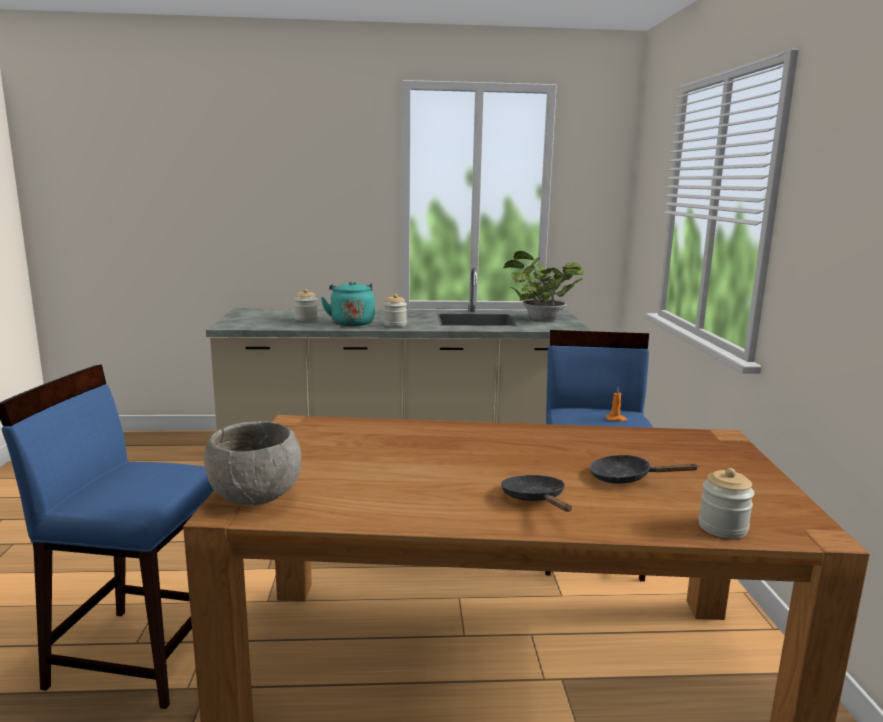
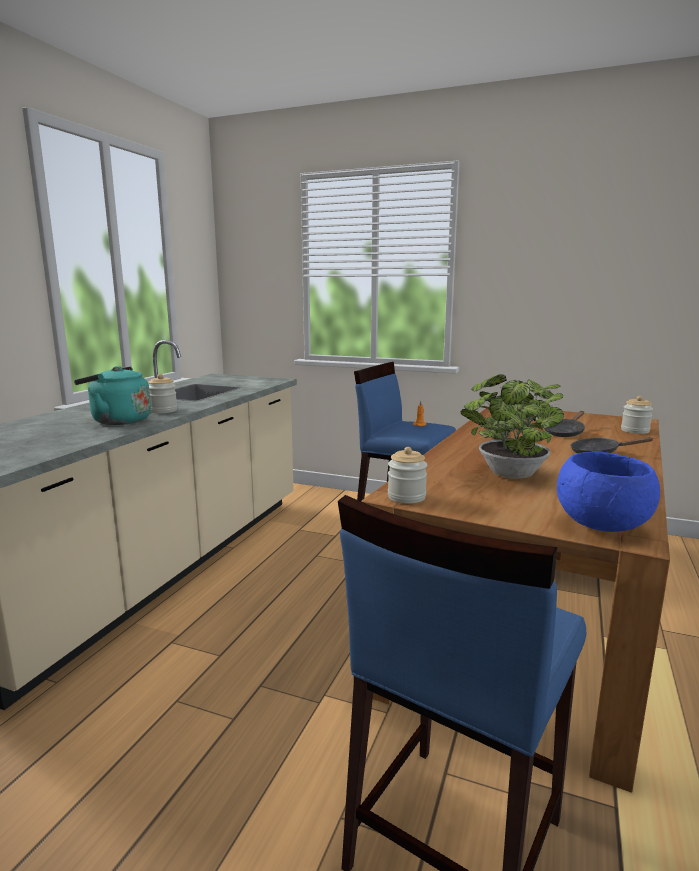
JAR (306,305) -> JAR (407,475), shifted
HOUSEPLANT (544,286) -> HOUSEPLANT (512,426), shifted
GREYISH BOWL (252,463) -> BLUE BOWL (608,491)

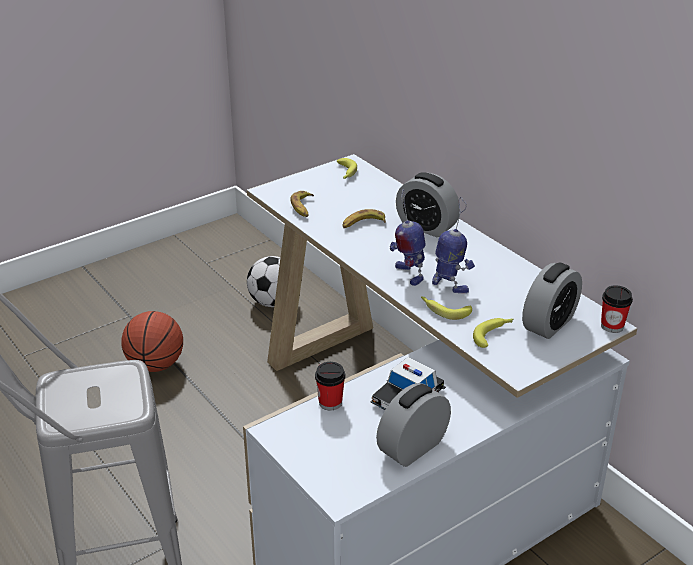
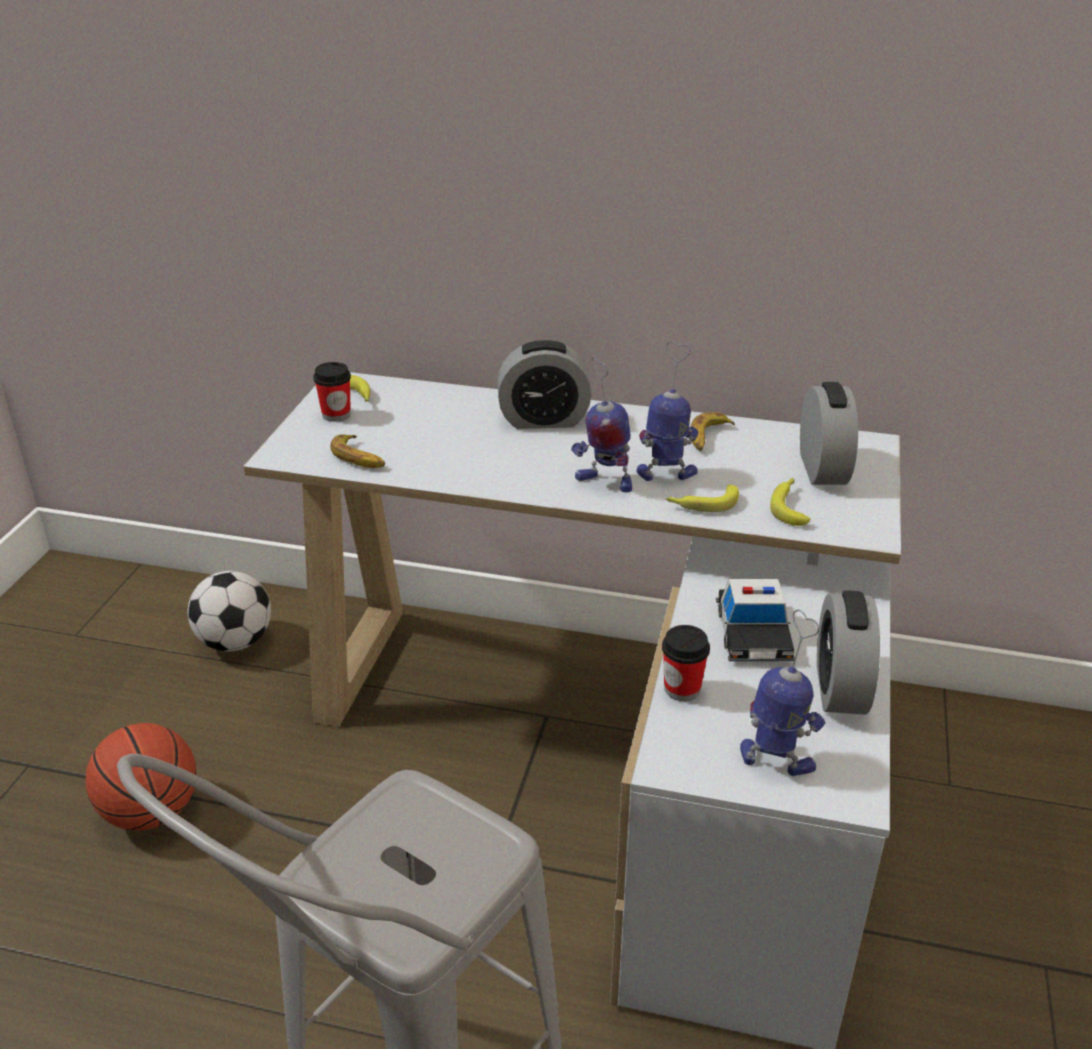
none -> TOY ROBOT (782,692)
WHOLE BANANA (364,218) -> WHOLE BANANA (713,431), shifted
DRINKING CUP (617,309) -> DRINKING CUP (332,392), shifted

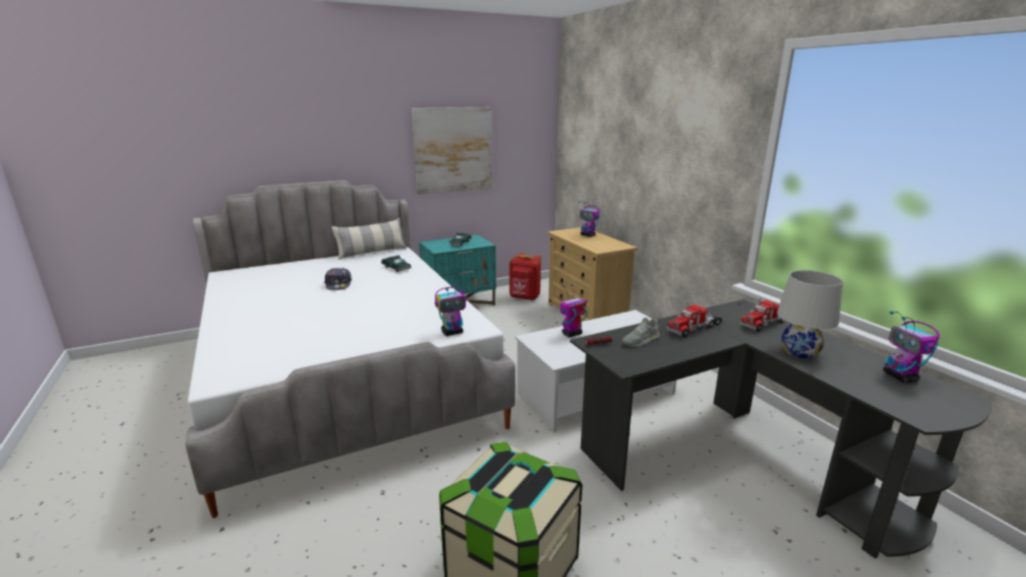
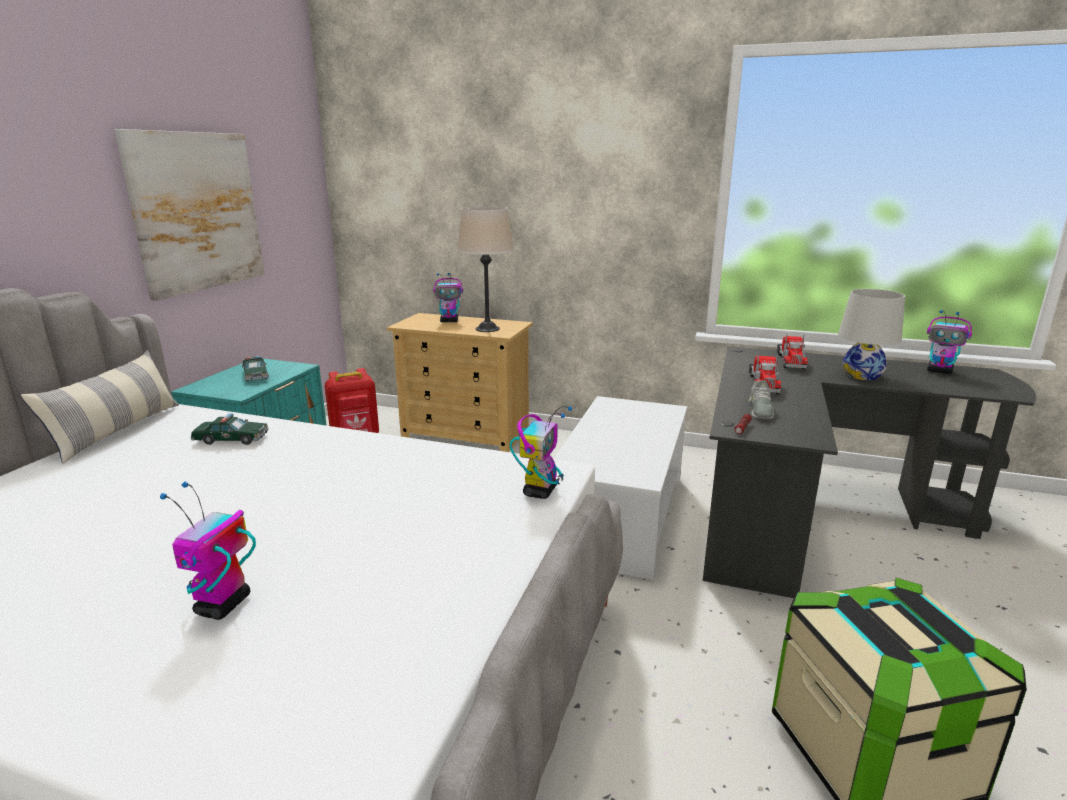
CAP (338,279) -> none
none -> BEIGE-COLOURED LAMP FOR A TABLE (485,269)
TOY ROBOT (574,310) -> TOY ROBOT (208,551), shifted

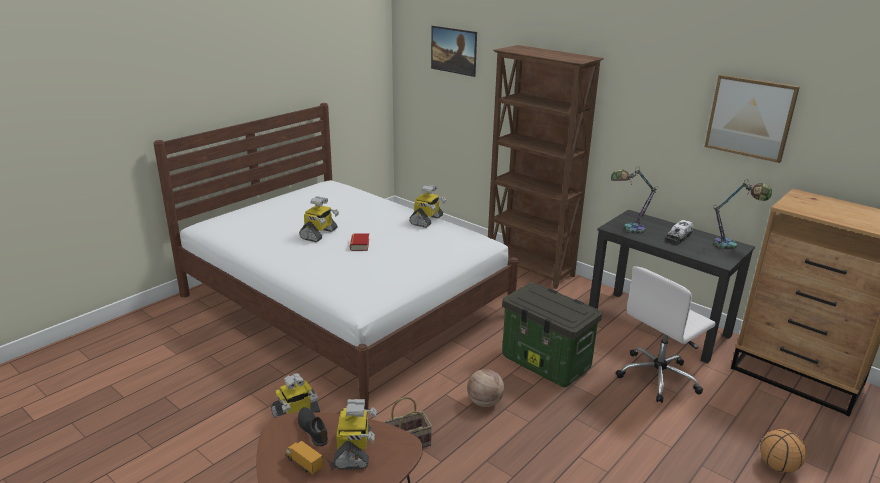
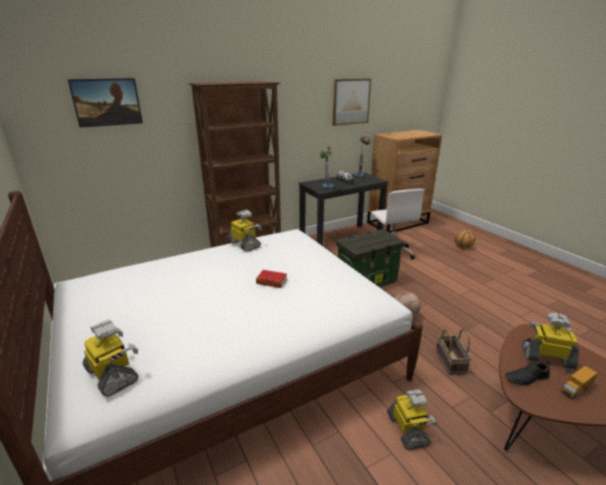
TOY ROBOT (319,219) -> TOY ROBOT (111,357), shifted

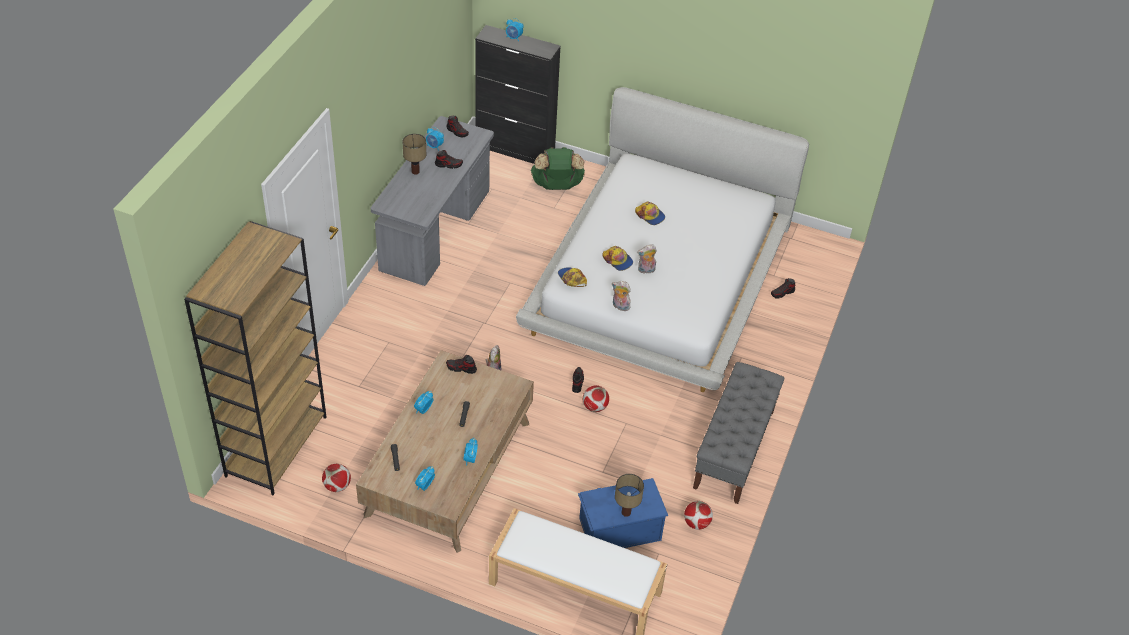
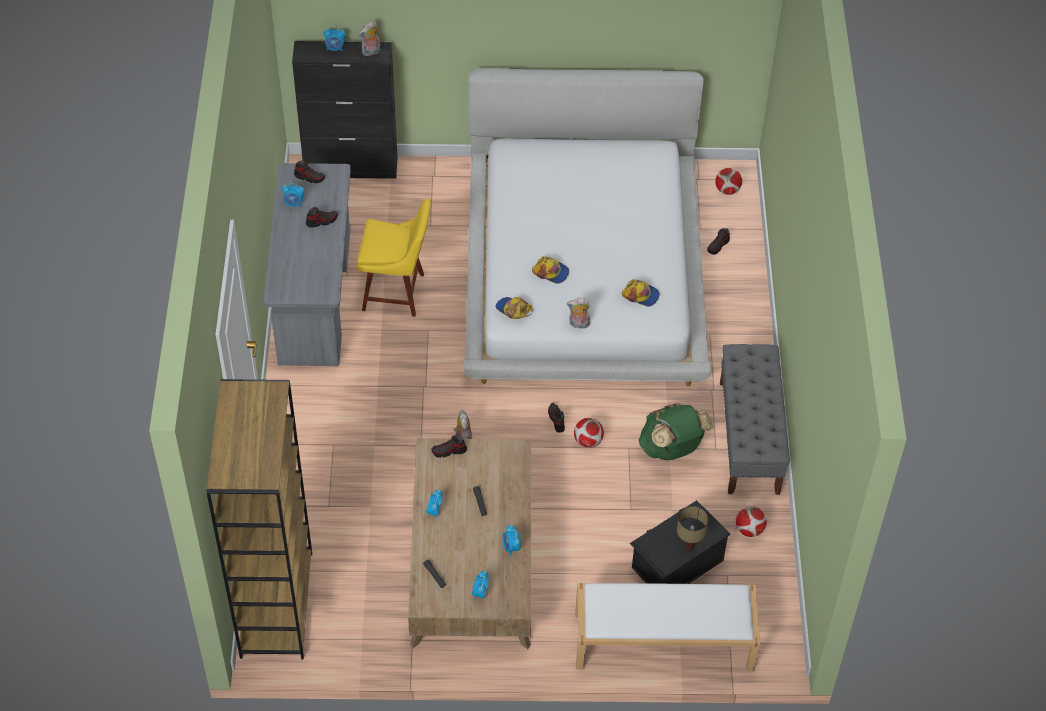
LAMP FOR A TABLE (414,154) -> none
none -> YELLOW CHAIR (393,258)
BALL FOR FOOTBALL (336,478) -> BALL FOR FOOTBALL (728,181), shifted
GREEN RUCKSACK (558,168) -> GREEN RUCKSACK (676,431), shifted
CAP (650,213) -> CAP (641,293), shifted
PLUSH TOY (647,259) -> PLUSH TOY (369,38), shifted
BLUE STORAGE BIN (623,513) -> BLACK STORAGE BIN (680,542)

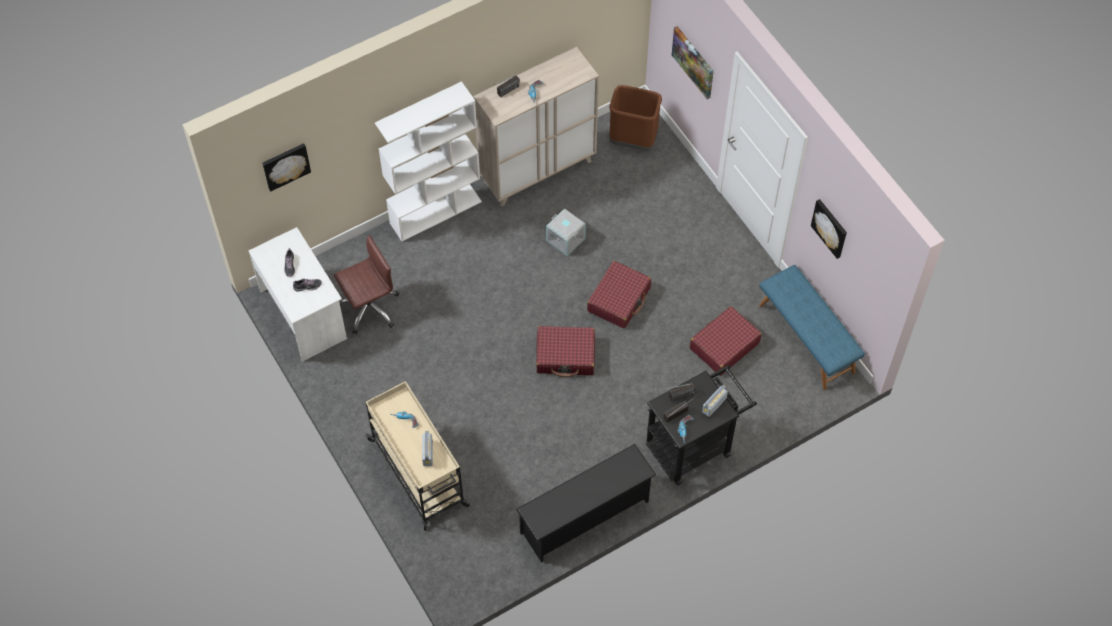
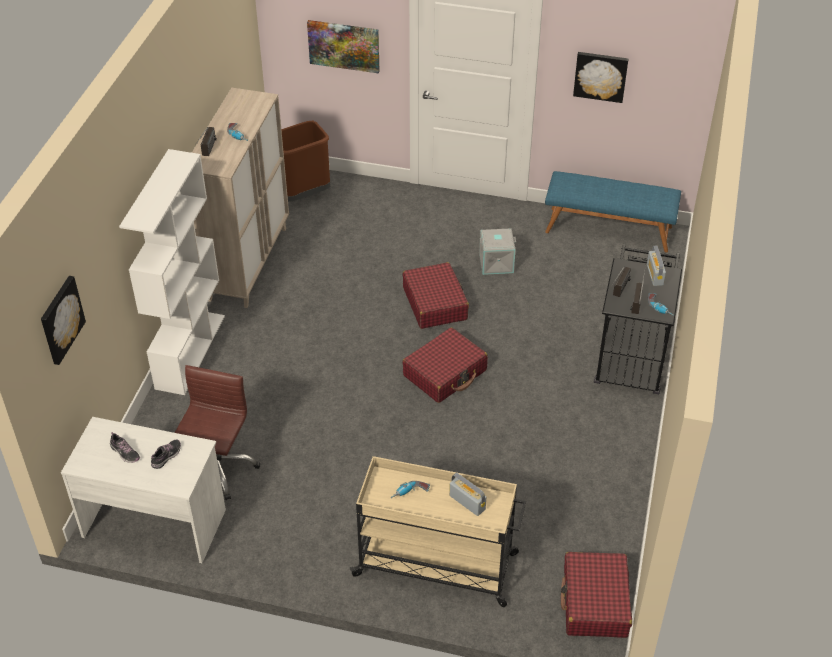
BLACK SHOE SHELF (586,503) -> none
GREYISH STORAGE BIN (566,232) -> GREYISH STORAGE BIN (497,251), shifted
RED PIECE OF LUGGAGE (726,341) -> RED PIECE OF LUGGAGE (596,595), shifted

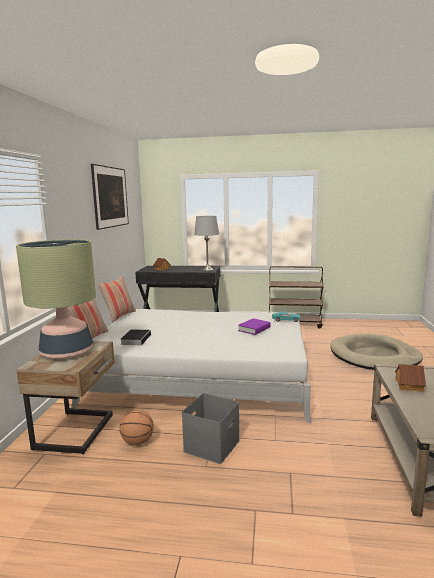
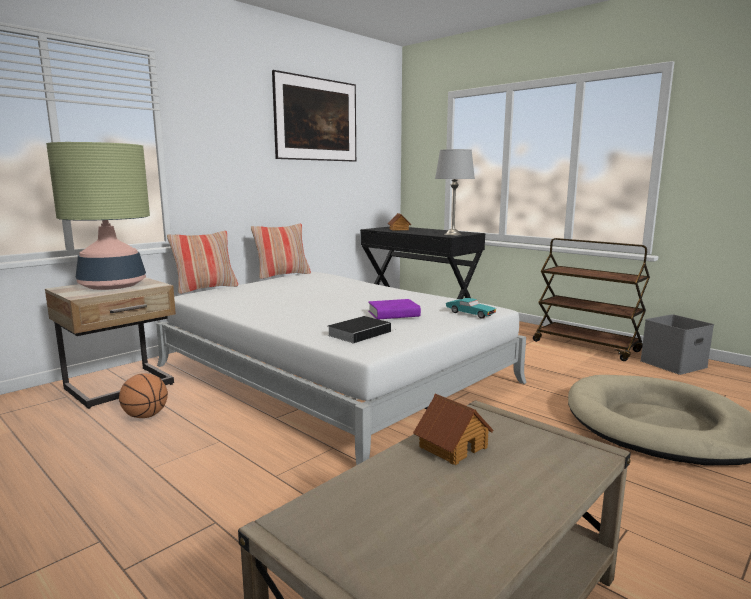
VOLUME (136,337) -> VOLUME (359,329), shifted
GREYISH STORAGE BIN (211,428) -> GREYISH STORAGE BIN (677,344), shifted

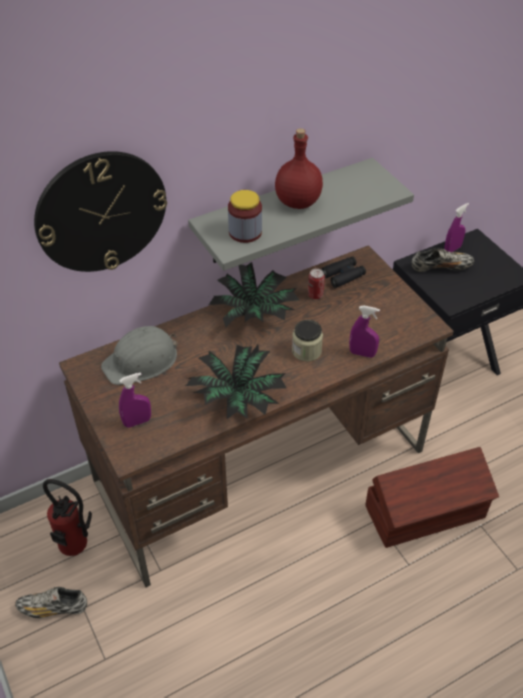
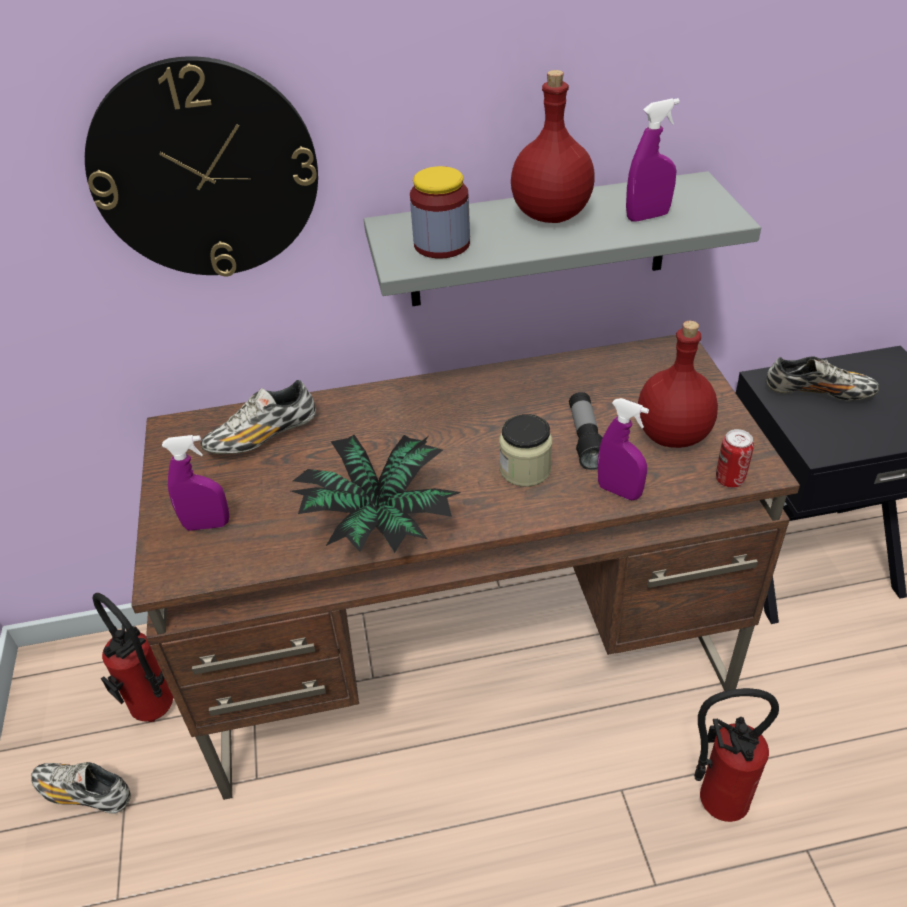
HOUSEPLANT (254,294) -> none
BLACK FIELD GLASSES (343,272) -> none
none -> HAND TORCH (586,431)
none -> RED BEVERAGE BOTTLE (678,384)
CAN (316,283) -> CAN (735,458), shifted
PURPLE HAND SPRAYER (456,227) -> PURPLE HAND SPRAYER (653,160), shifted
GREYISH SAFETY HELMET (139,355) -> ITEM OF FOOTWEAR (258,417)
BROWN-COLOURED STORAGE BIN (432,497) -> FIRE-FIGHTING CYLINDER (736,755)

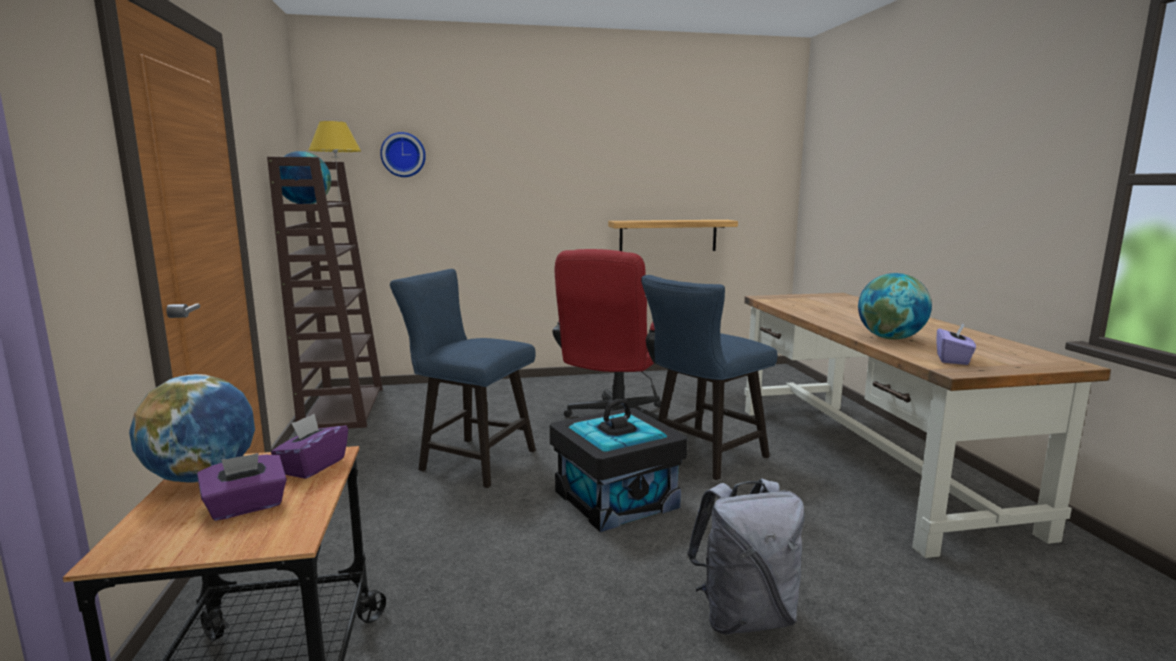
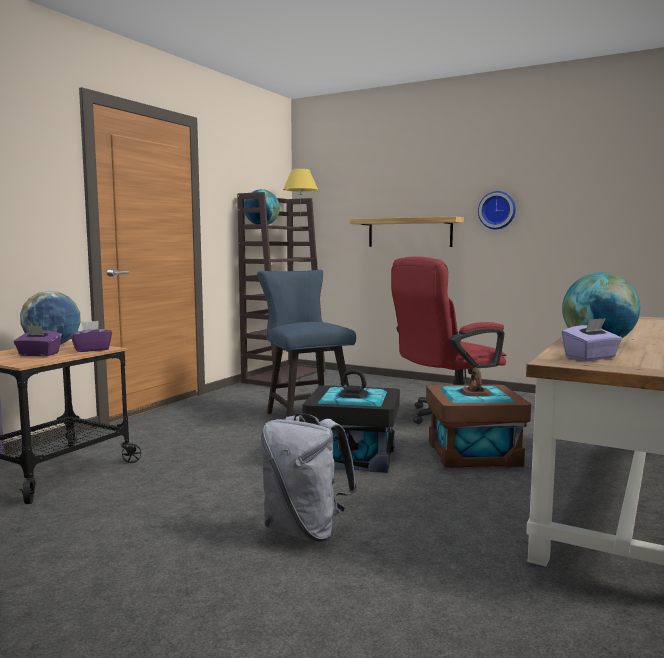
HANGING CLOCK (403,154) -> HANGING CLOCK (497,210), shifted
SHELF (673,235) -> SHELF (407,232), shifted
BLUE CHAIR (709,377) -> BROWN-COLOURED STORAGE BIN (478,417)

